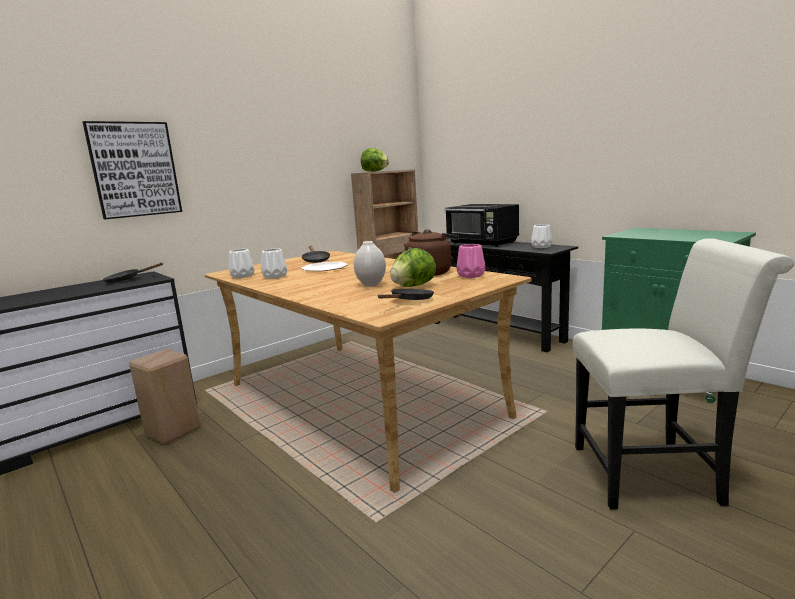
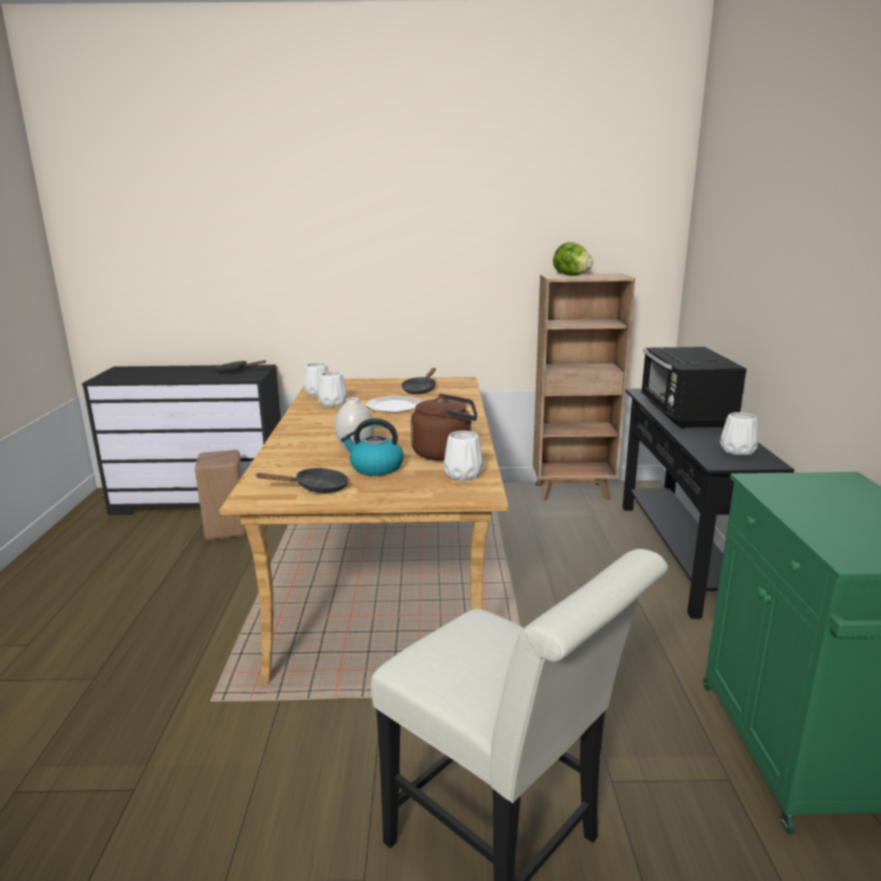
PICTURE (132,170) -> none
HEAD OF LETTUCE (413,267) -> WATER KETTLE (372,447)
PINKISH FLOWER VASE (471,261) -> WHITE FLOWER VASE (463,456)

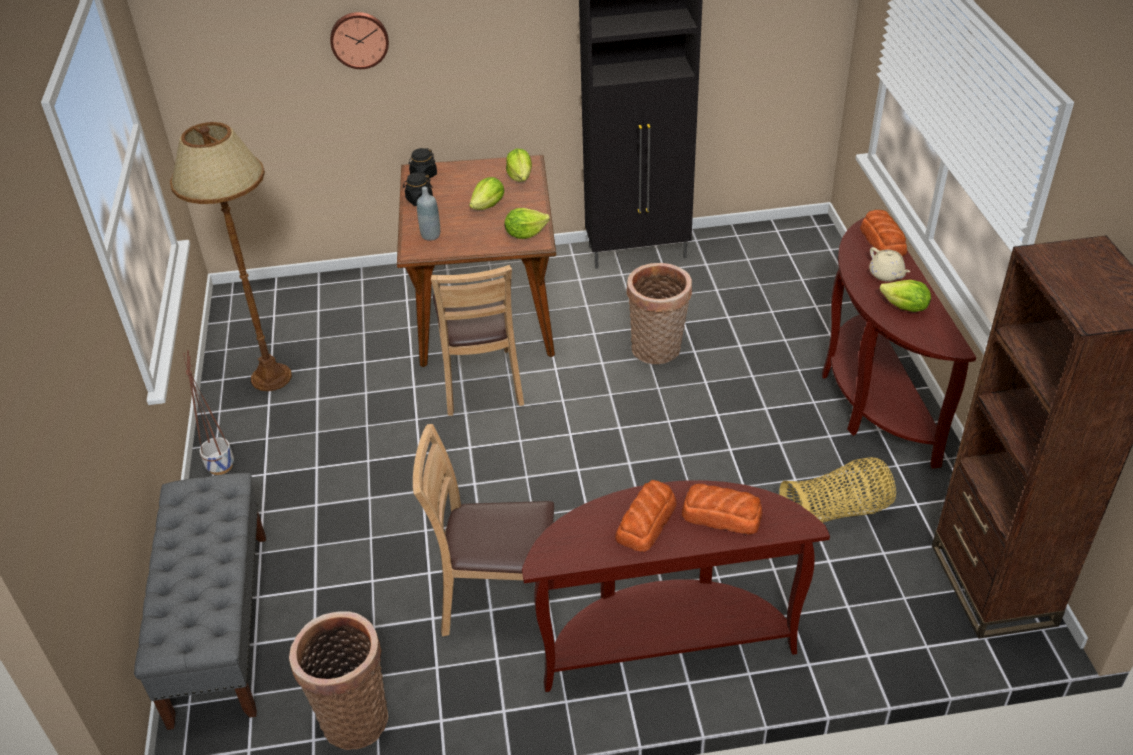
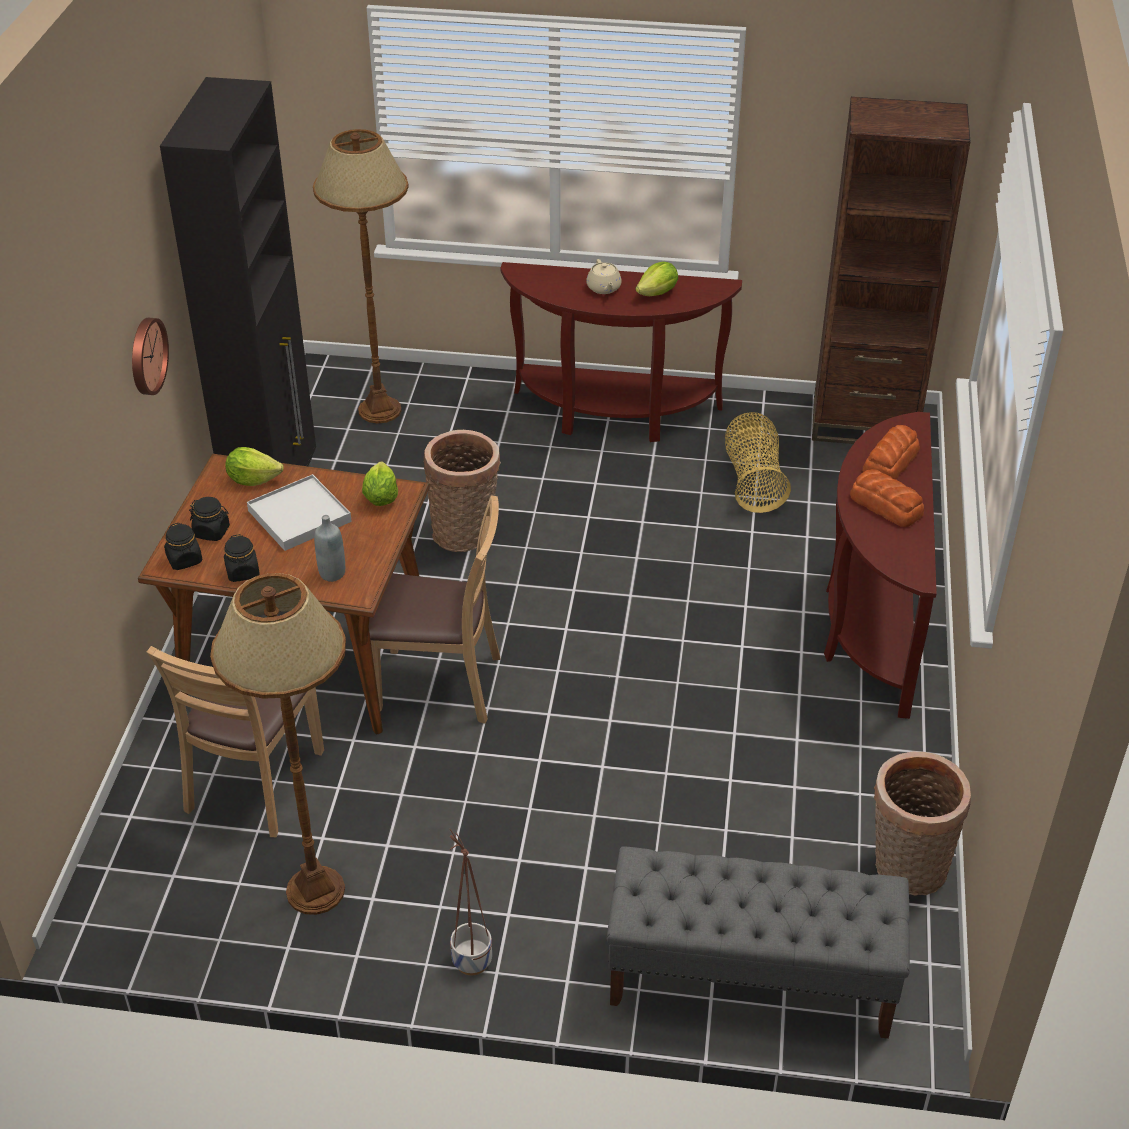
BREAD (883,233) -> none
none -> BLACK JAR (209,519)
none -> BROWN-COLOURED FLOOR LAMP (361,276)
HANGING CLOCK (359,40) -> HANGING CLOCK (150,356), shifted
BROWN-COLOURED CHAIR (483,530) -> BROWN-COLOURED CHAIR (235,741), shifted
HEAD OF LETTUCE (486,193) -> WHITE TRAY (299,512)
BEIGE-COLOURED TEA POT (889,264) -> BEIGE-COLOURED TEA POT (604,276), 90 degrees clockwise

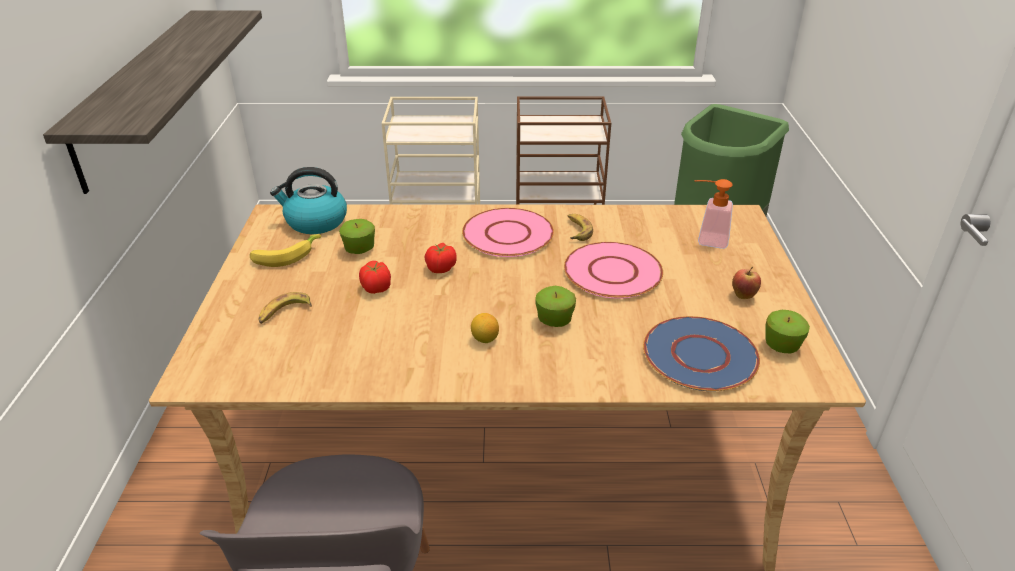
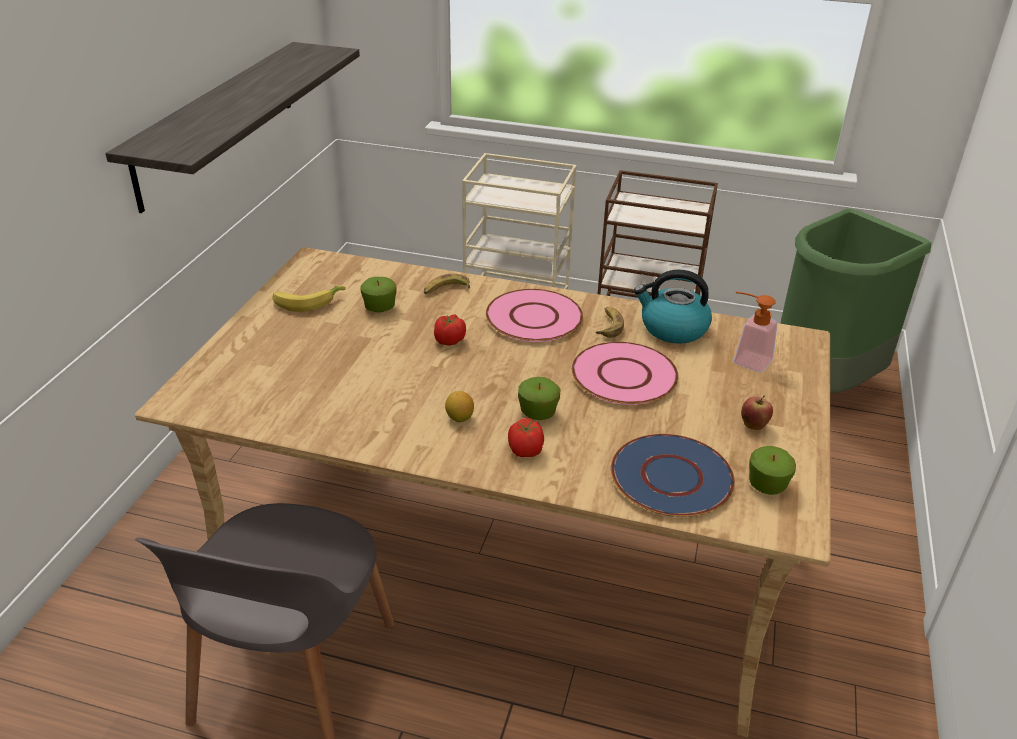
WHOLE BANANA (285,308) -> WHOLE BANANA (447,284), shifted
WATER KETTLE (308,200) -> WATER KETTLE (673,306), shifted
TOMATO (375,277) -> TOMATO (526,437), shifted

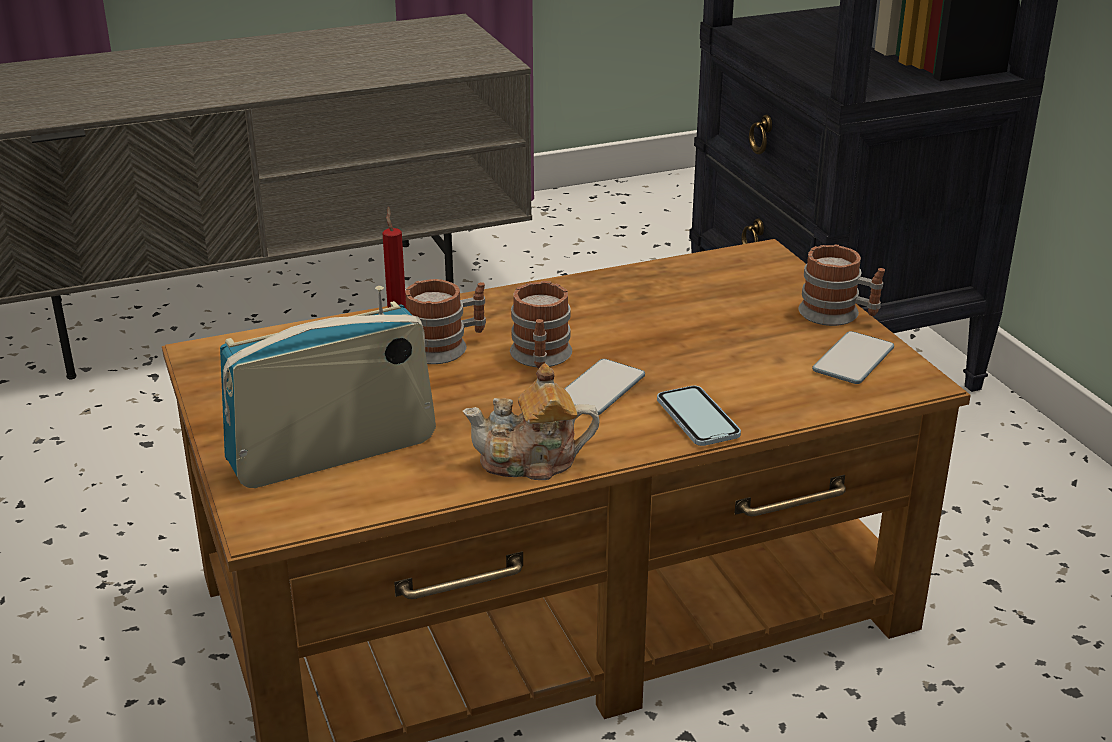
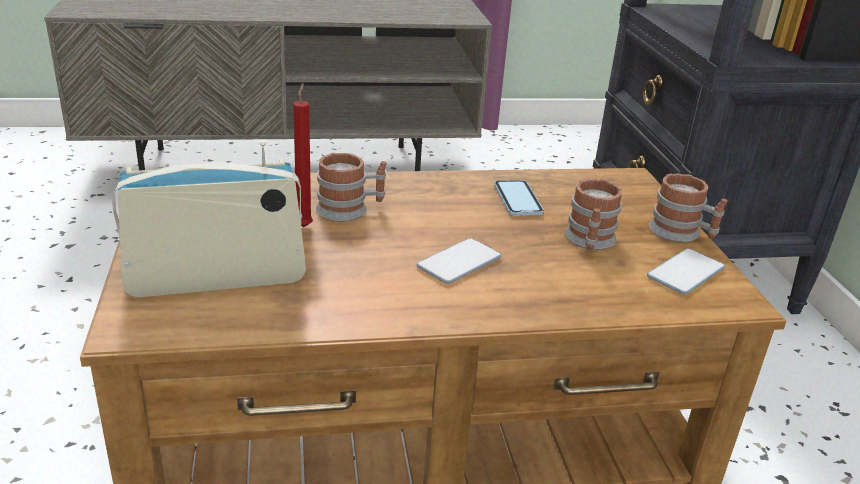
TEA POT (531,422) -> none
TEA MUG (541,325) -> TEA MUG (593,214), shifted
PHONE (699,416) -> PHONE (519,198), shifted

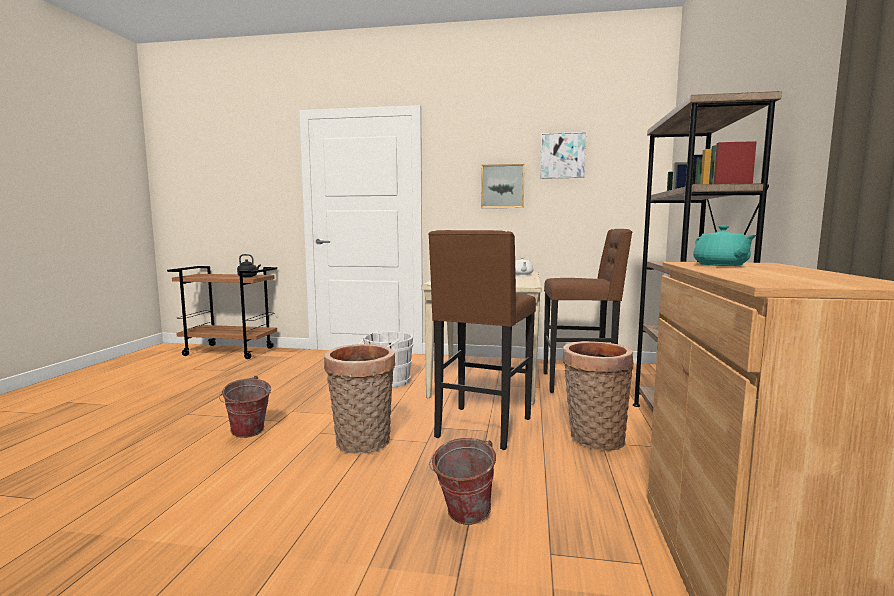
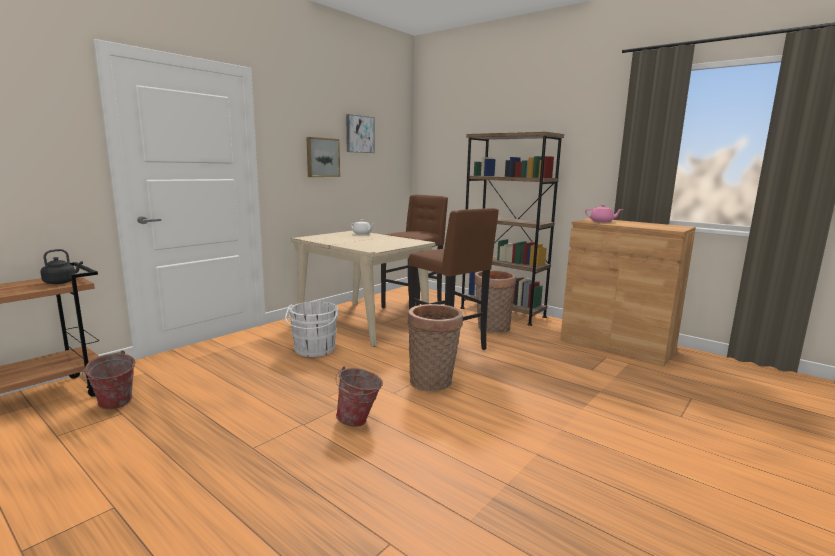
BUCKET (462,481) -> BUCKET (108,380), shifted
TURQUOISE TEA POT (725,246) -> PINKISH TEA POT (604,213)

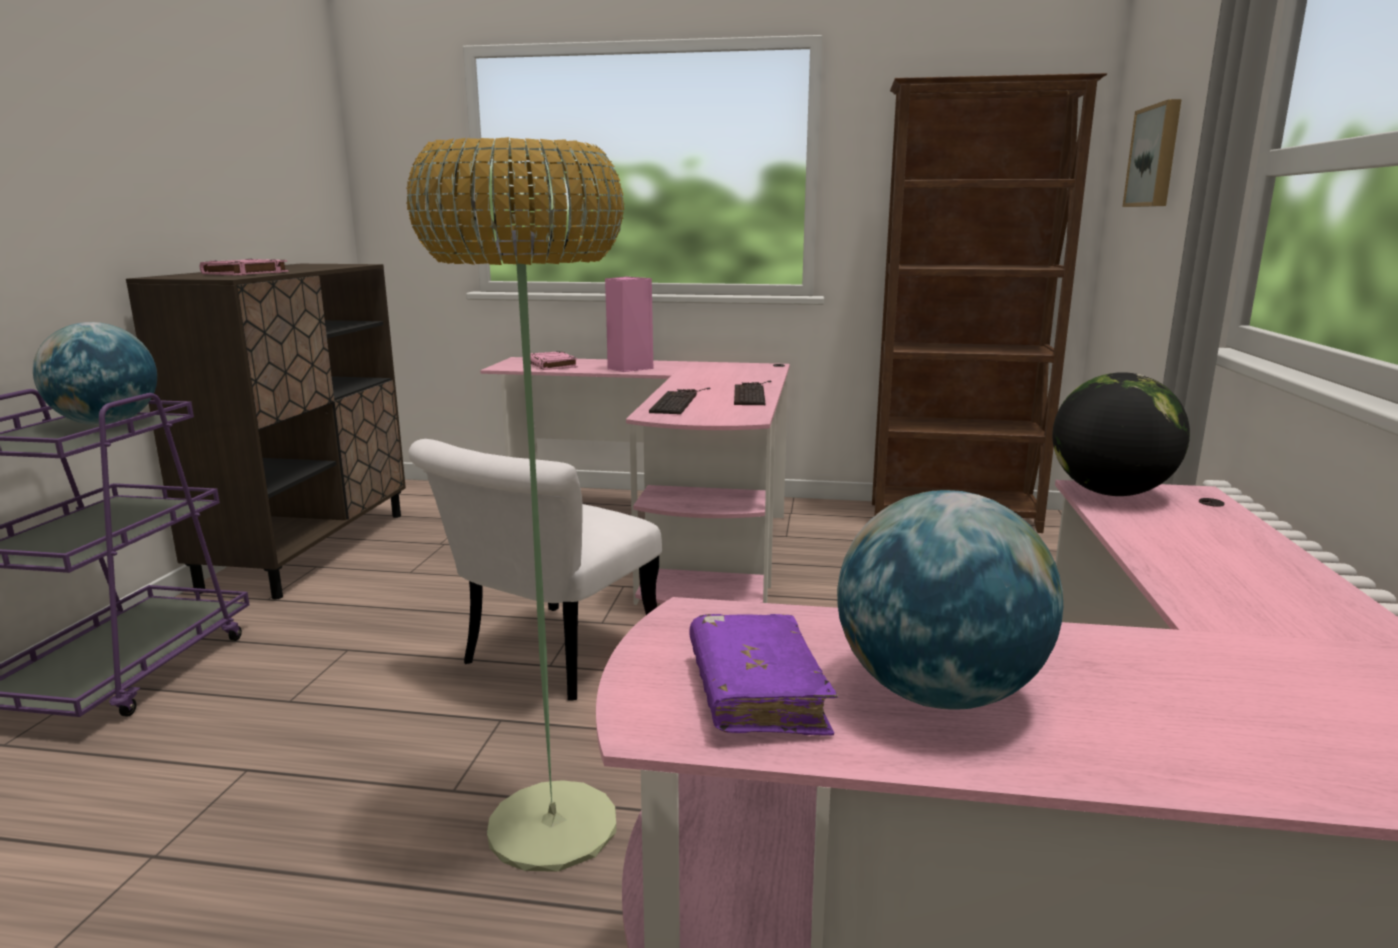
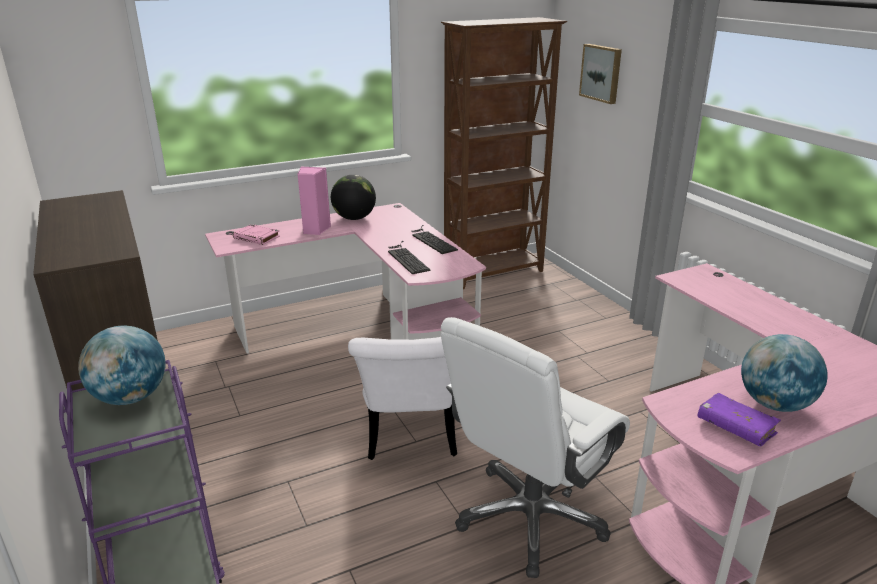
PINKISH VOLUME (244,267) -> none
WORLD GLOBE (1121,434) -> WORLD GLOBE (353,197), shifted
FLOOR LAMP (515,504) -> WHITE DESK CHAIR (535,447)

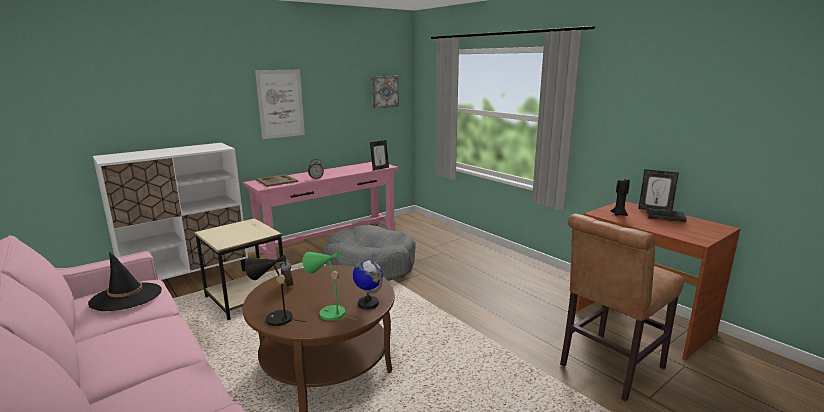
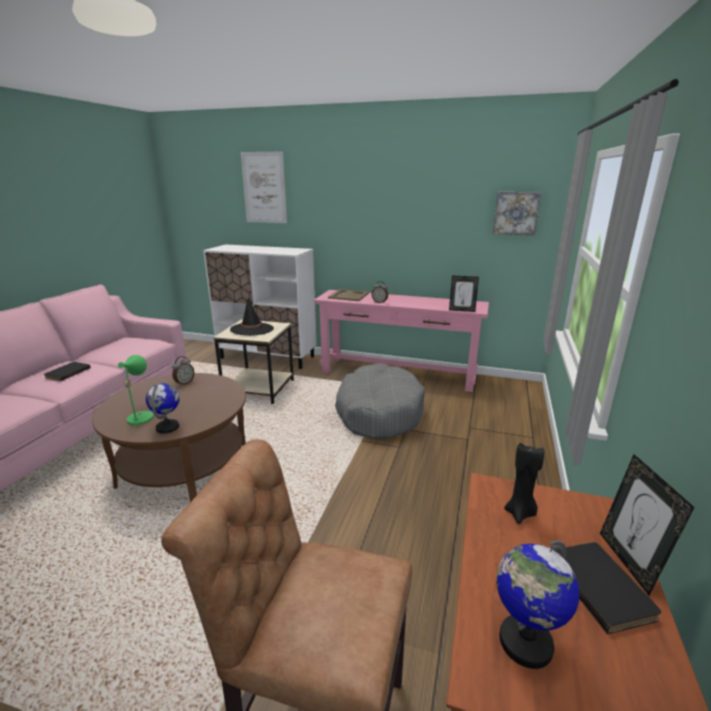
BLACK LAMP FOR A TABLE (275,290) -> none
none -> BLACK VOLUME (67,371)
none -> WORLD GLOBE (538,604)
BLACK CLOTHING HAT (125,281) -> BLACK CLOTHING HAT (252,316), shifted
PICTURE (280,104) -> PICTURE (264,187), shifted

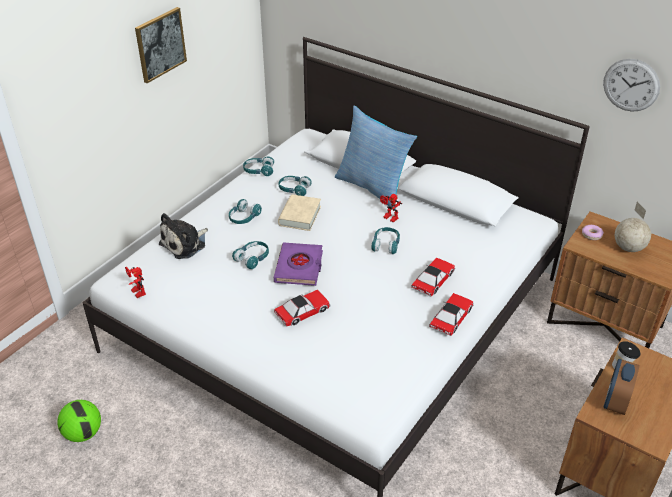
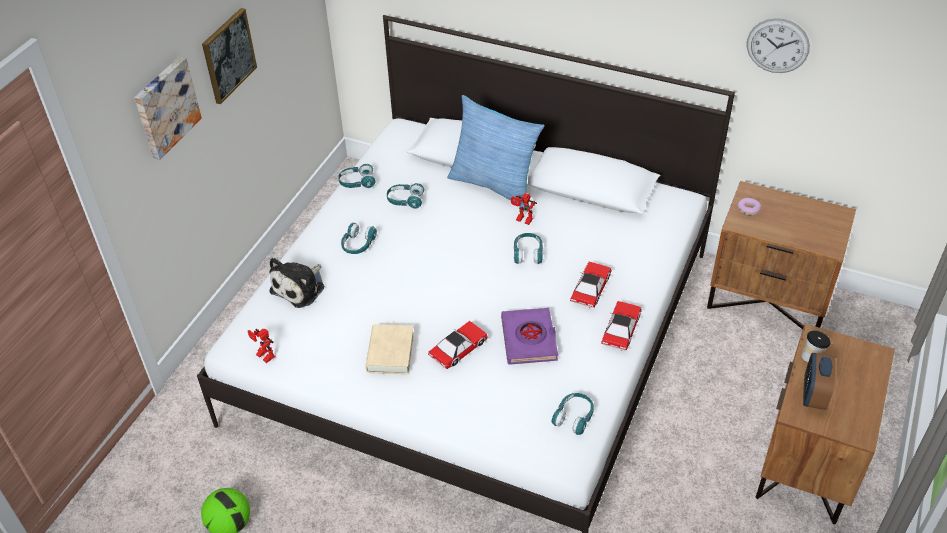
WORLD GLOBE (633,227) -> none
none -> PICTURE (168,108)
TURQUOISE HEADSET (250,255) -> TURQUOISE HEADSET (573,414), shifted
PURPLE VOLUME (298,264) -> PURPLE VOLUME (529,336), shifted
BEIGE-COLOURED VOLUME (299,212) -> BEIGE-COLOURED VOLUME (389,349), shifted

